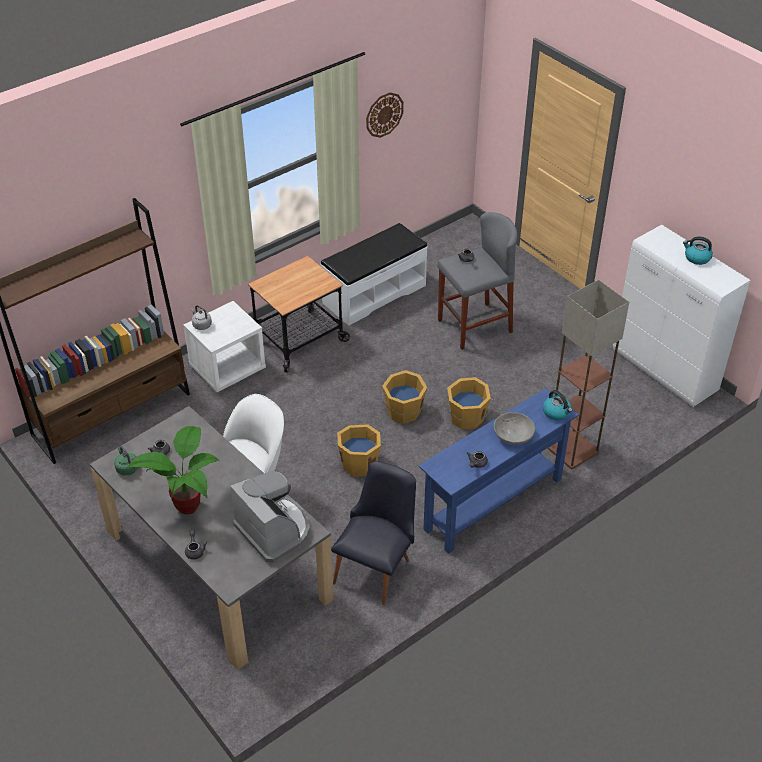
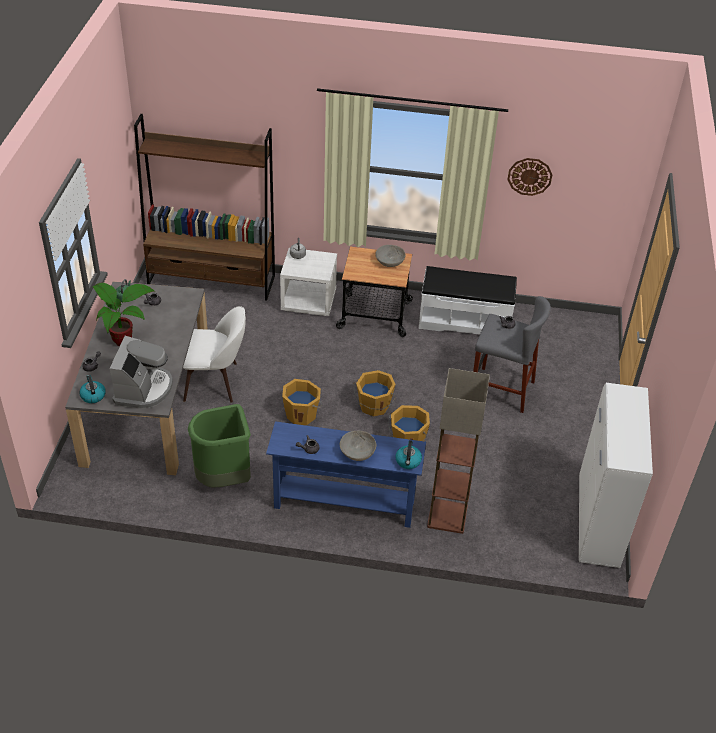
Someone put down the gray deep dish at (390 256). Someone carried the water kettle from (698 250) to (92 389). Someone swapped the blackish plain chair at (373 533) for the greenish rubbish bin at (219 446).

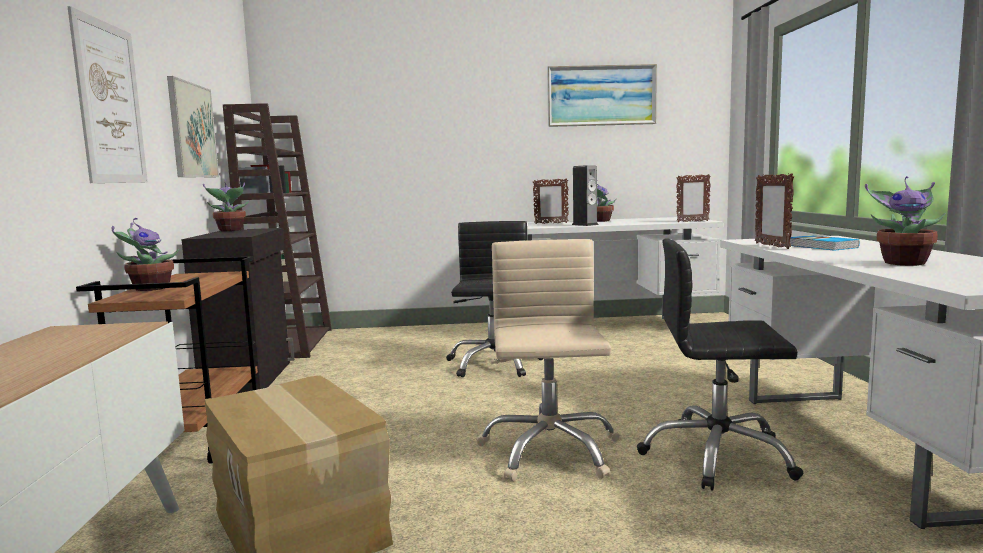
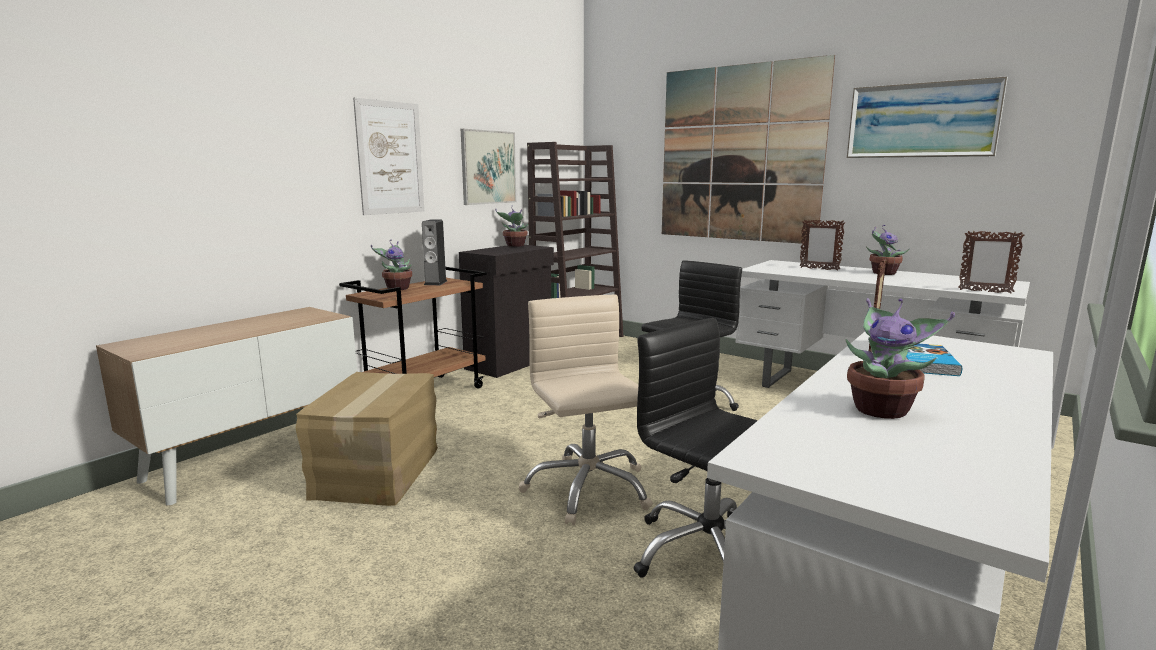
Someone put up the wall art at (748 149). Someone carried the audio speaker from (585 195) to (434 252). Someone rotated the beige-coloured computer chair at (548 360) by 60 degrees counterclockwise.

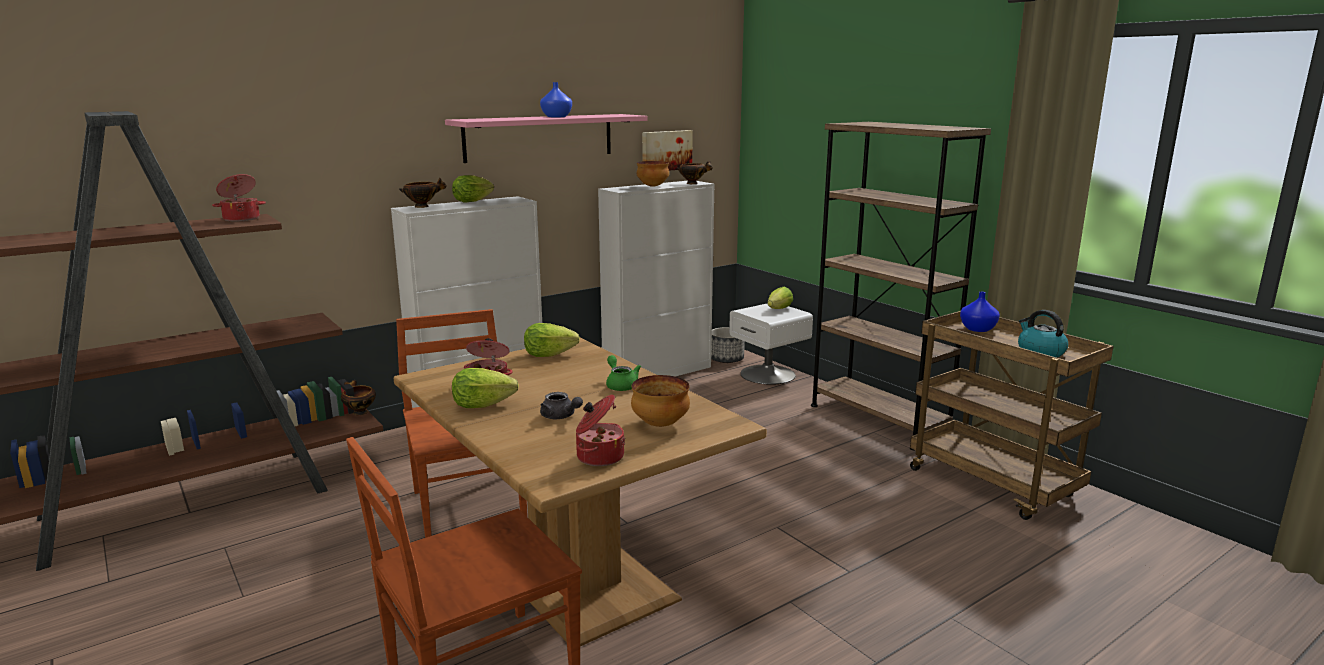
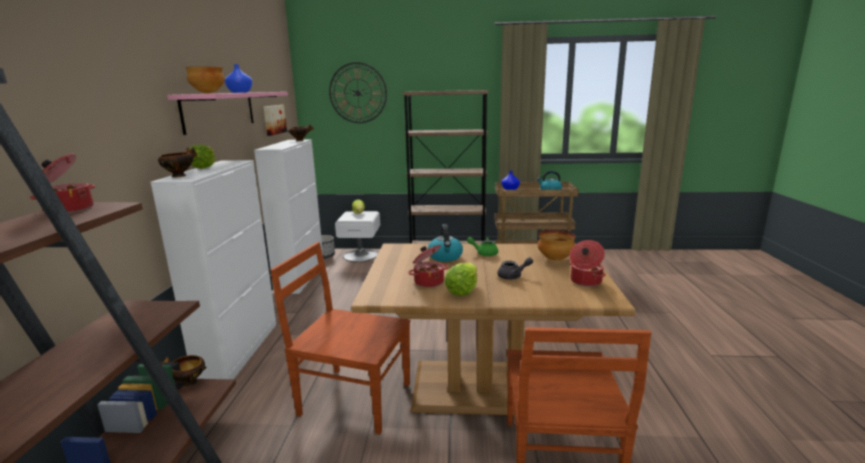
Someone took away the head of lettuce at (552 340). Someone put up the hanging clock at (358 92). Someone put down the water kettle at (445 243). Someone carried the deep dish from (653 174) to (205 80).

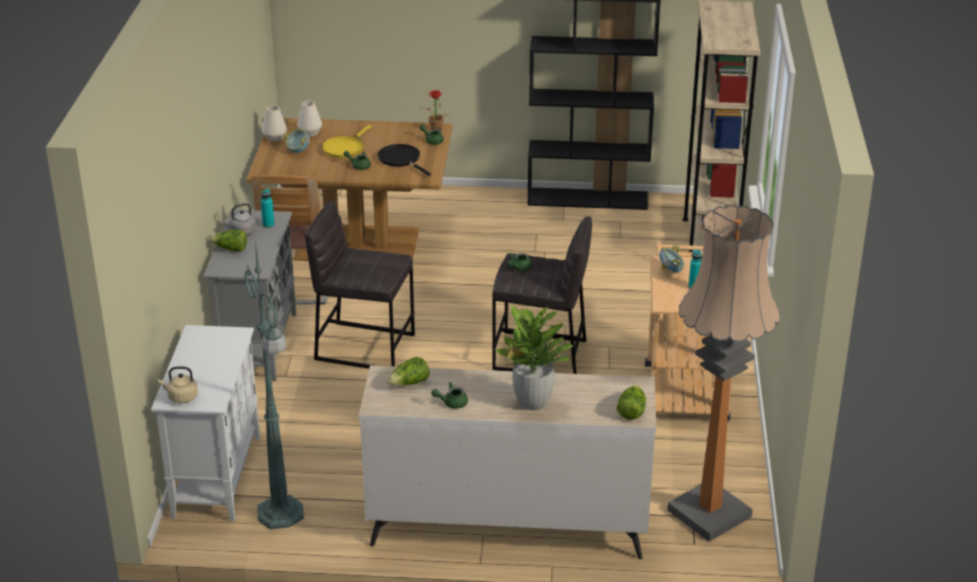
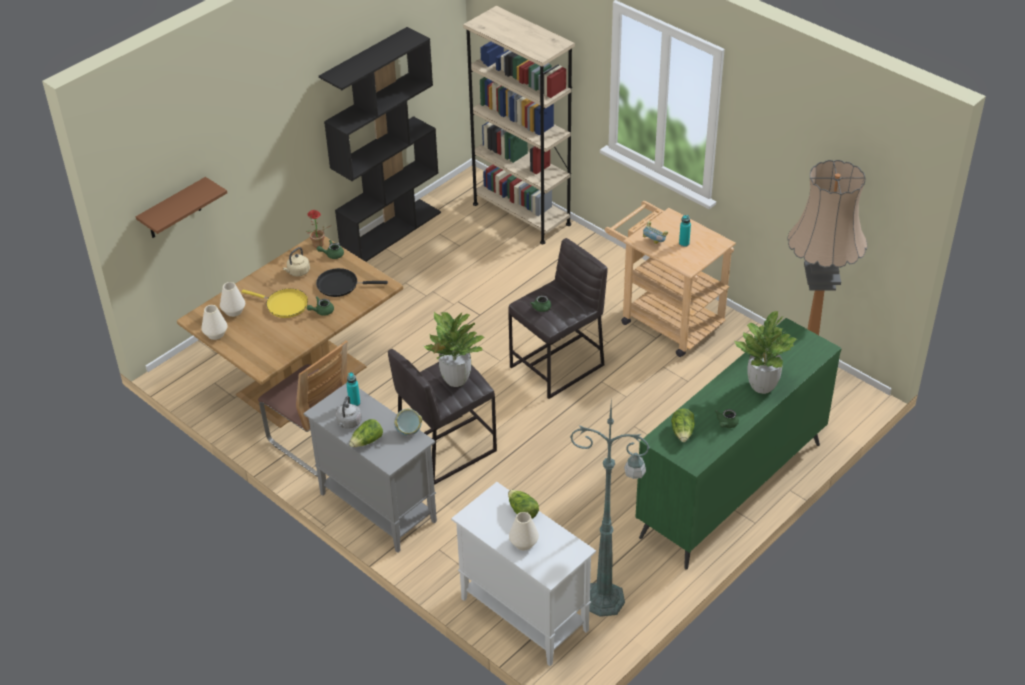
Someone put up the brownish bracket shelf at (181 207). Someone put down the plant in a pot at (454 349). Someone put down the white flower vase at (524 531). Someone carried the beige-coloured water kettle from (178 385) to (296 262). Someone carried the deep dish from (297 141) to (408 422). Someone carried the head of lettuce from (631 402) to (523 504). Someone repainted the beige-coloured dresser at (507 462), which became the greenish dresser at (738 444). Someone rotated the yellow skillet at (347 141) by 45 degrees counterclockwise.

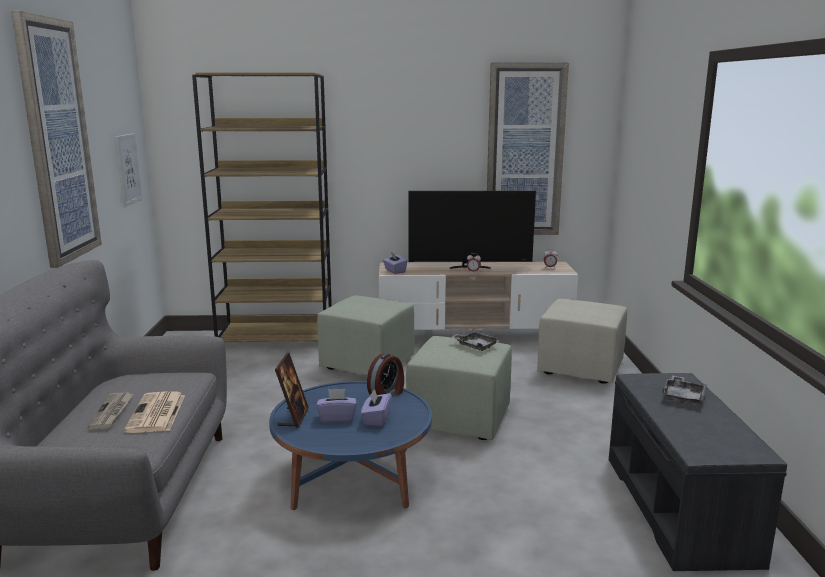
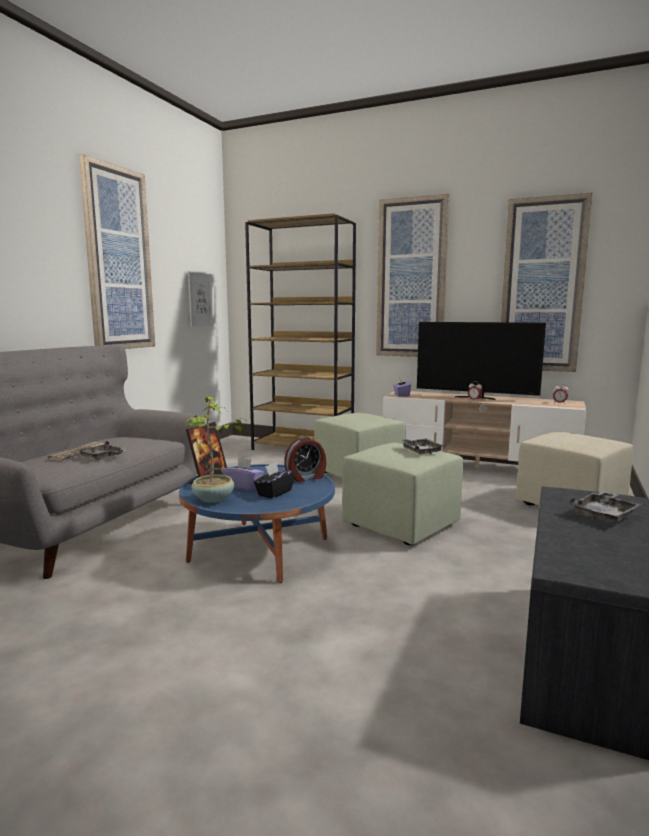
Someone put down the plant in a pot at (213 449). Someone put up the wall art at (413 275). Someone swapped the printed paper at (154 412) for the gray tray at (102 450). Someone repainted the purple tissue holder at (376 407), which became the blackish tissue holder at (274 480).

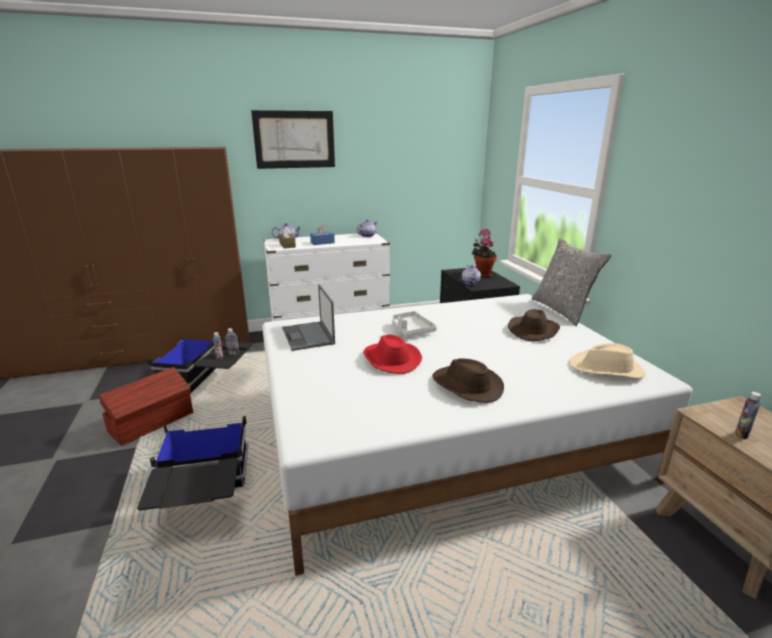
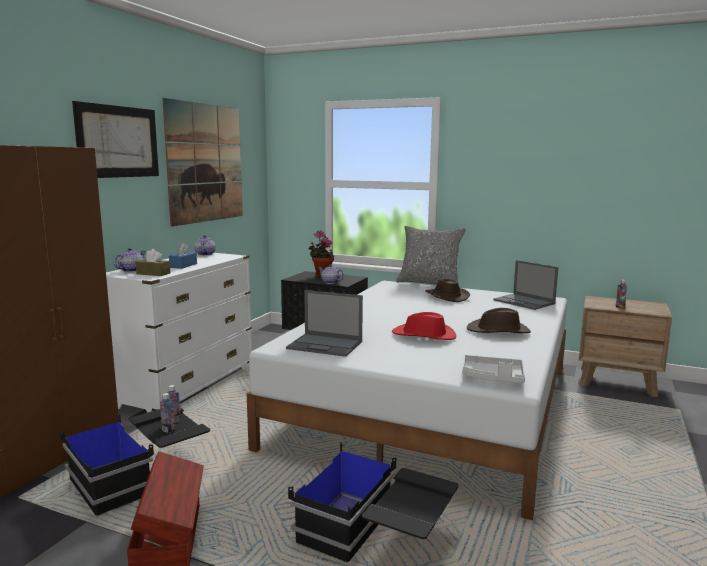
Someone put up the wall art at (202 162). Someone carried the gray tray from (414 324) to (493 369). Someone swapped the beige-coloured clothing hat at (607 361) for the laptop at (525 285).

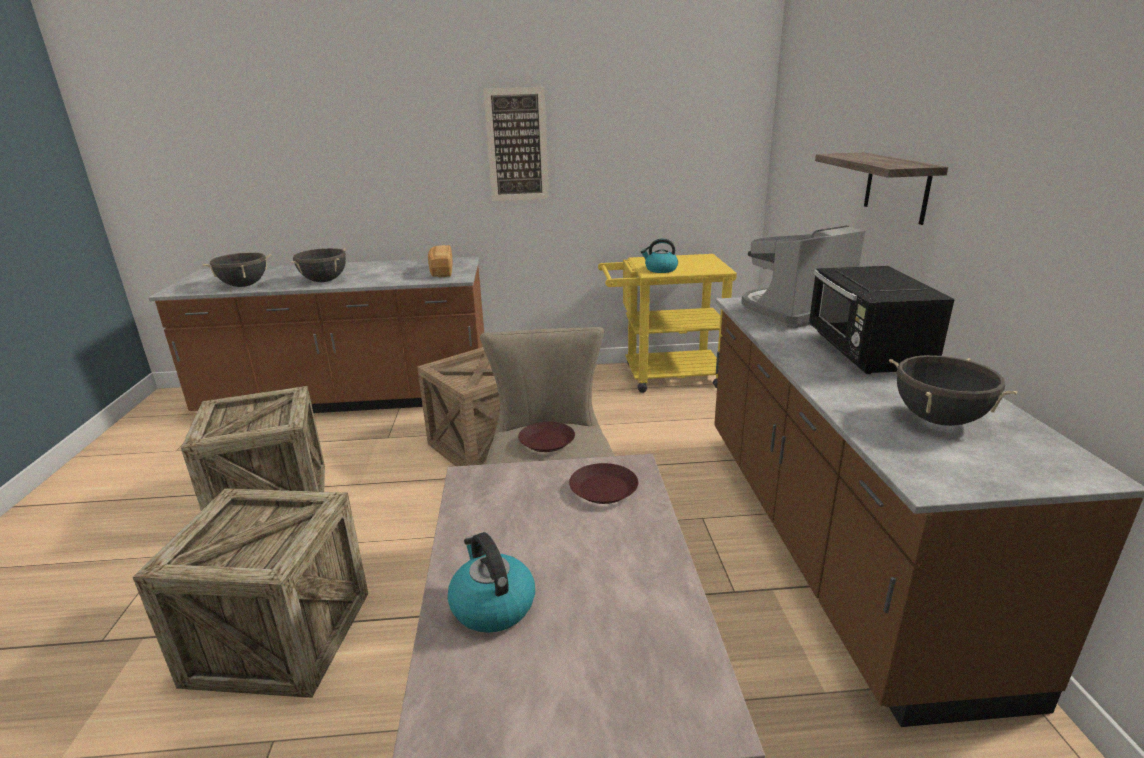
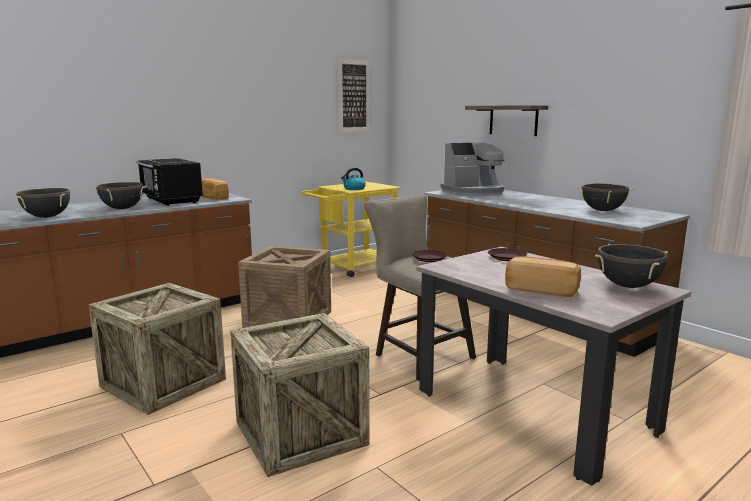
Someone put down the blackish cooking pot at (631 266). Someone carried the wall art from (516 144) to (354 95). Someone carried the blackish kitchen microwave from (881 320) to (170 182). Someone swapped the water kettle at (491 582) for the bakery bread at (543 277). Someone rotated the coffee maker at (803 276) by 135 degrees counterclockwise.

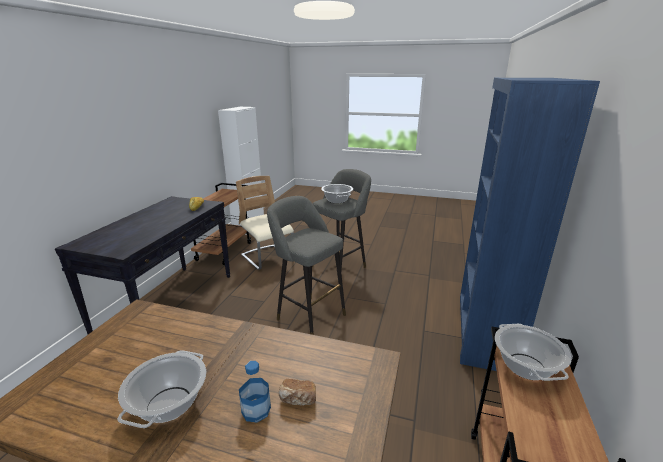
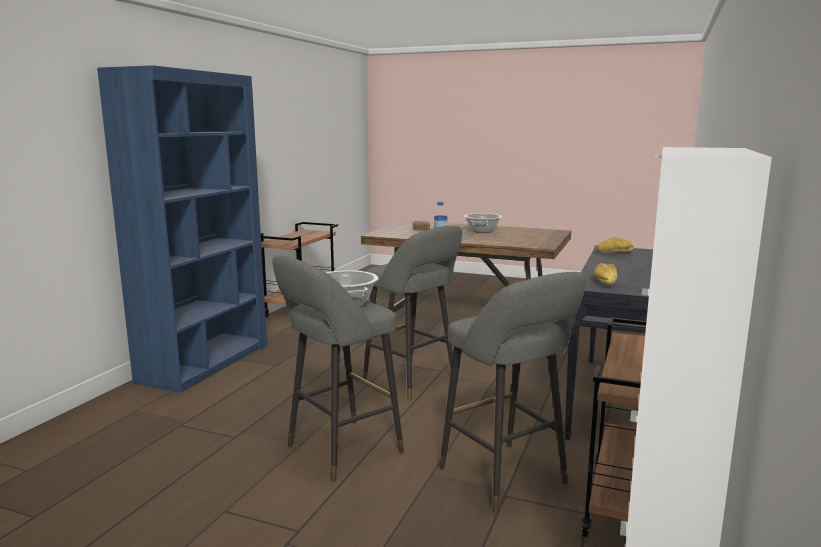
Someone took away the cooking pot at (533 352). Someone put down the bakery bread at (615 245). Someone swapped the beige-coloured plain chair at (265 223) for the gray sitting stool at (512 392).

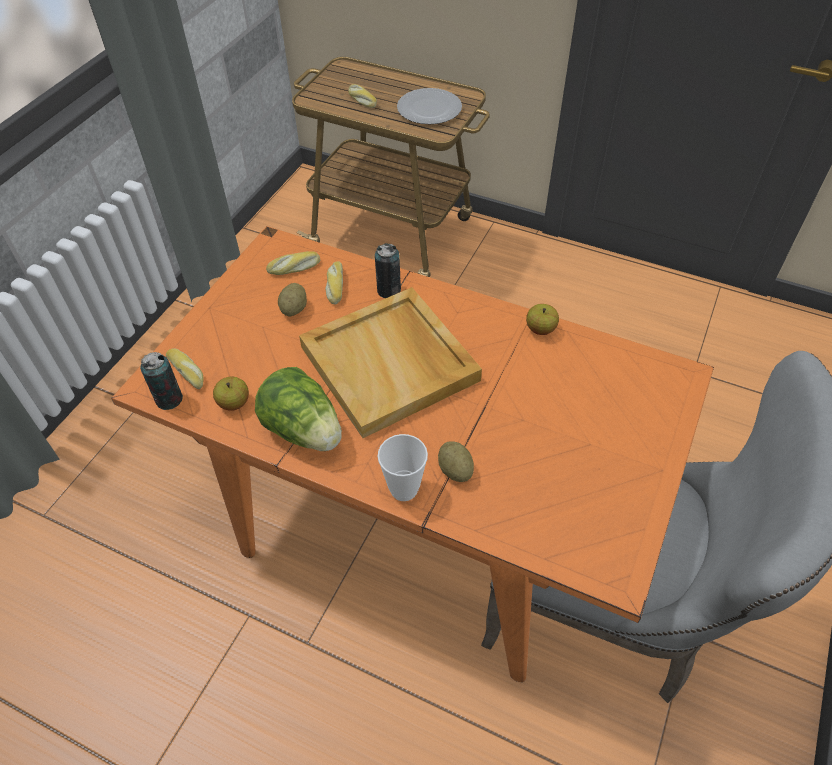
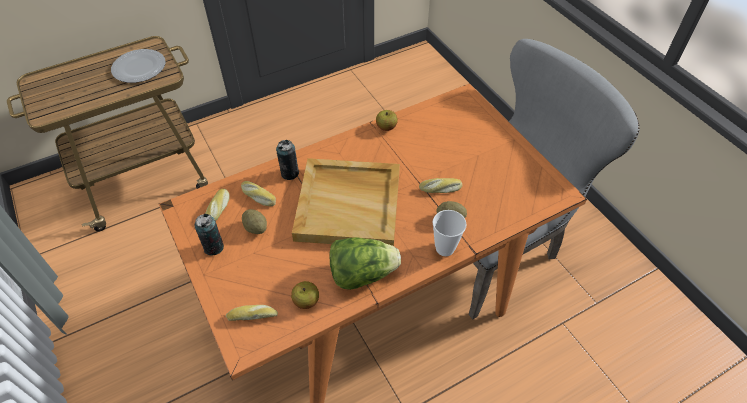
Someone carried the metal can from (161 381) to (209 235). Someone carried the bakery bread from (362 96) to (440 185).

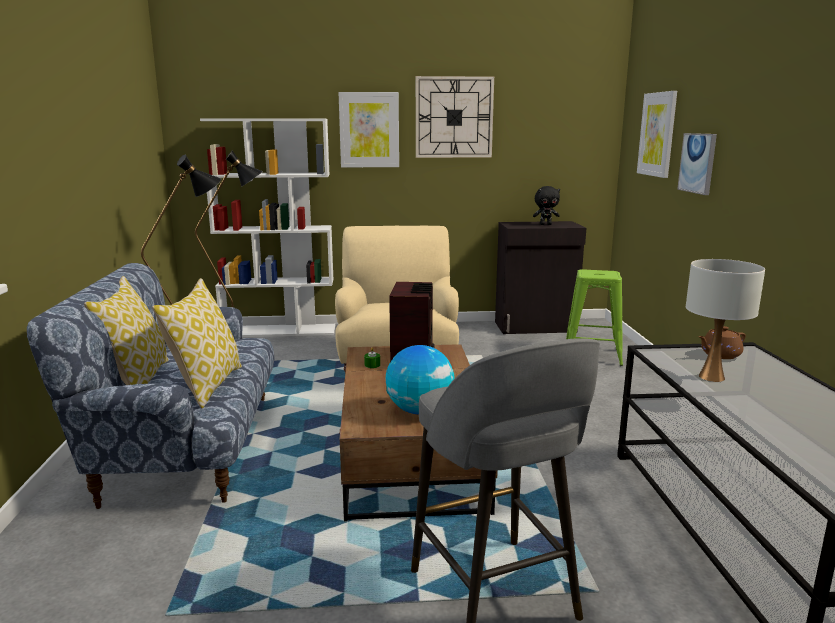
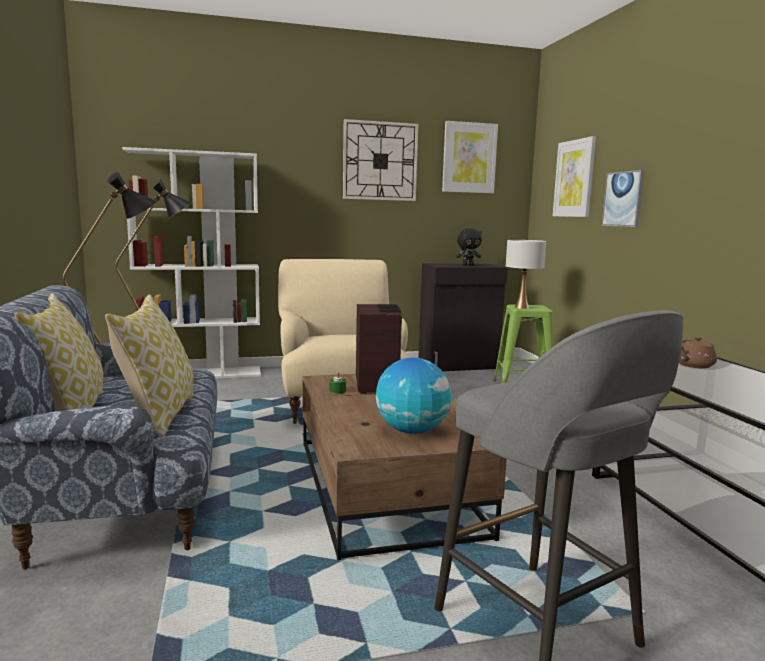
Someone carried the wall art from (368 129) to (470 157). Someone carried the white tabletop lamp from (725 320) to (526 274).

